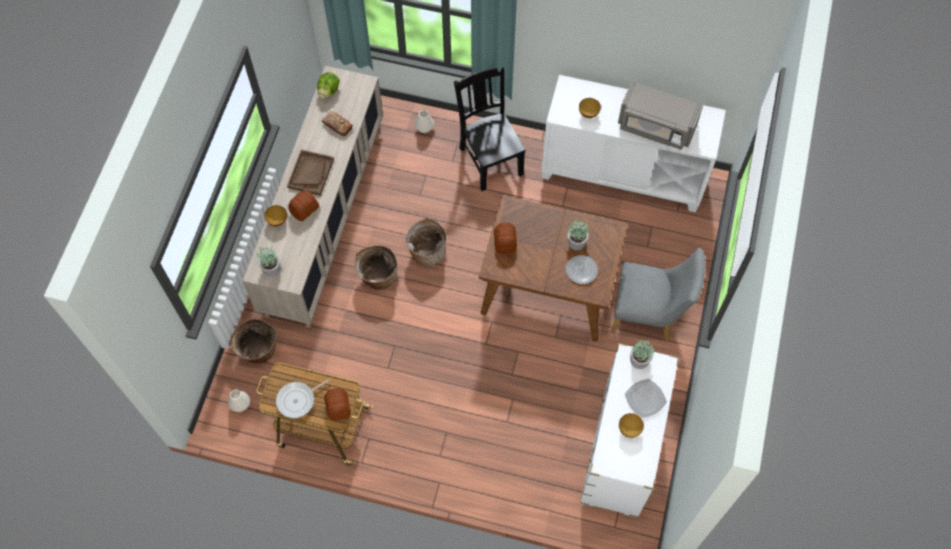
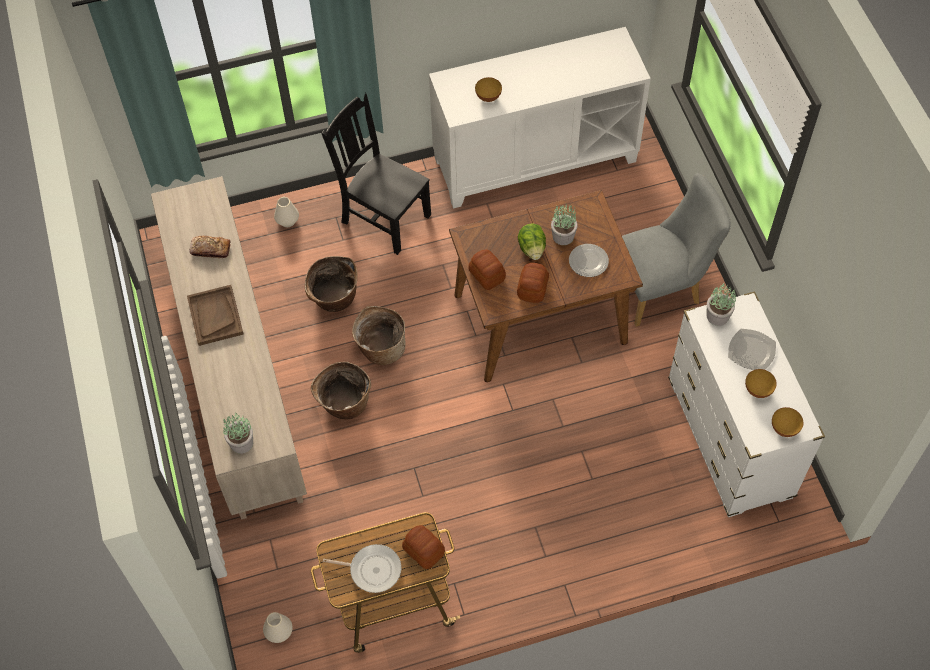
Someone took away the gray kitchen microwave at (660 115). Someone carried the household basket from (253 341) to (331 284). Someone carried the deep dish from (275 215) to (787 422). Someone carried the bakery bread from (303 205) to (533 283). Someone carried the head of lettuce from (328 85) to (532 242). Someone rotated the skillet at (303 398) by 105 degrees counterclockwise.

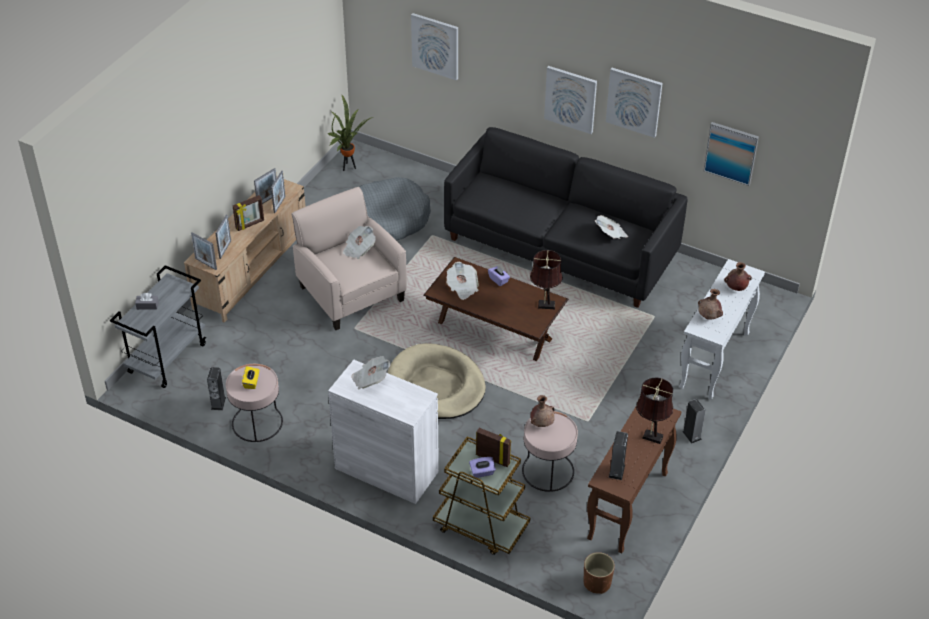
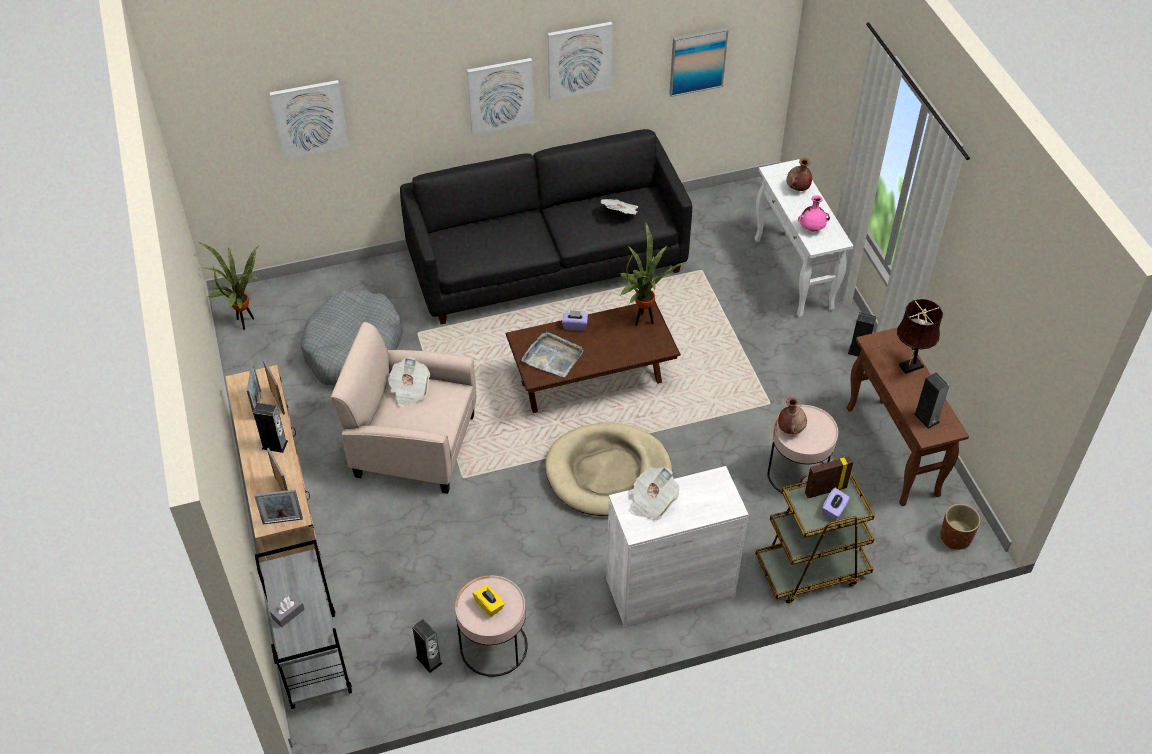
Someone swapped the photo frame at (248 213) for the audio speaker at (270 428). Someone swapped the printed paper at (463 281) for the gray tray at (552 354). Someone swapped the brownish tabletop lamp at (546 279) for the plant in a pot at (653 274). Someone repainted the brownish flower vase at (710 304), which became the pinkish flower vase at (814 213).

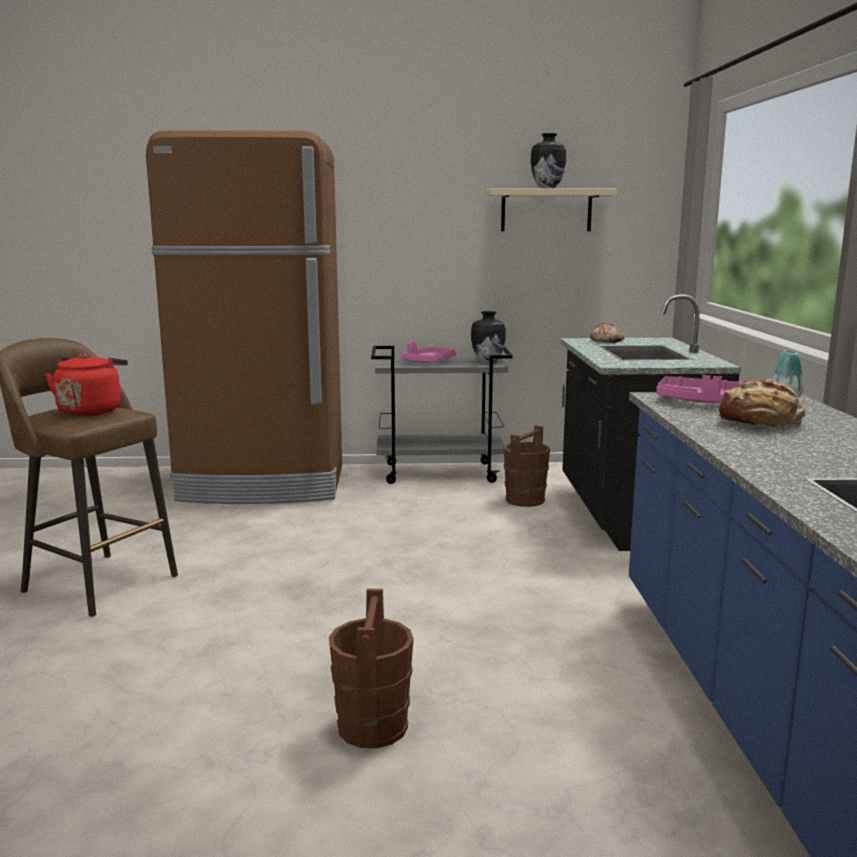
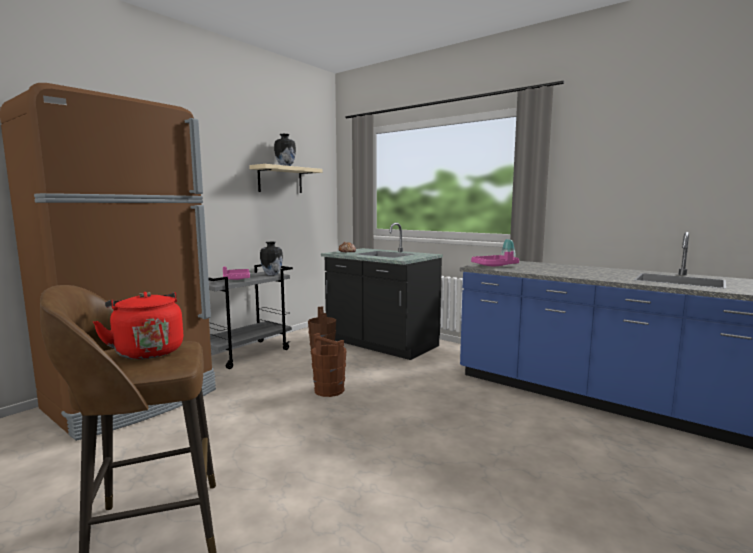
Someone took away the bakery bread at (760 403). Someone carried the brownish bucket from (371 668) to (328 365).

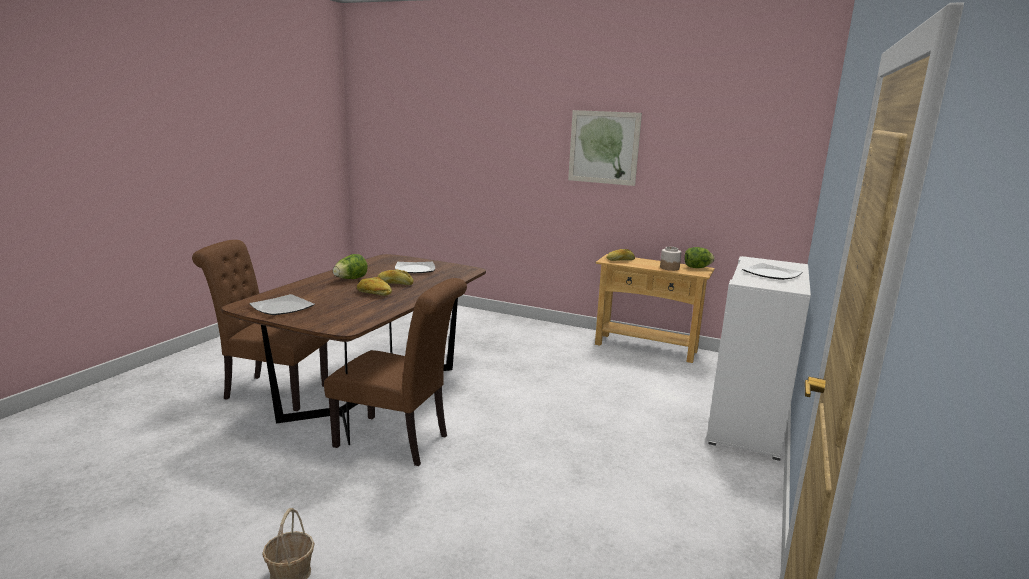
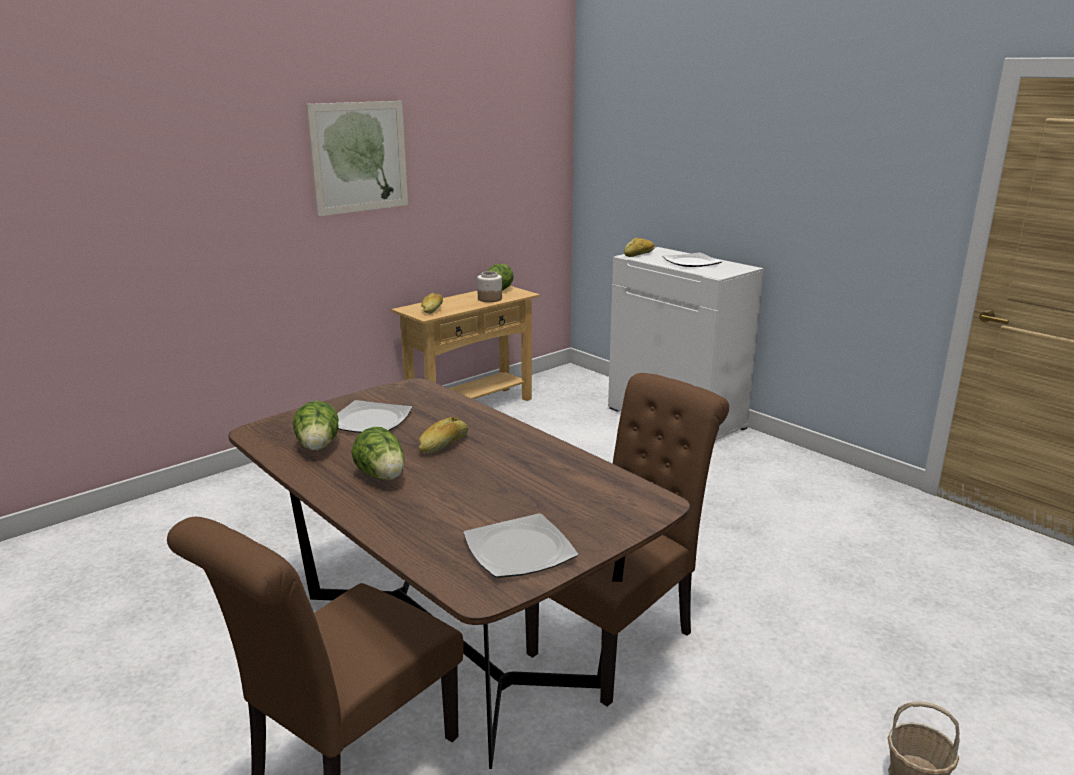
Someone put down the head of lettuce at (316 426). Someone carried the bakery bread from (374 286) to (639 247).

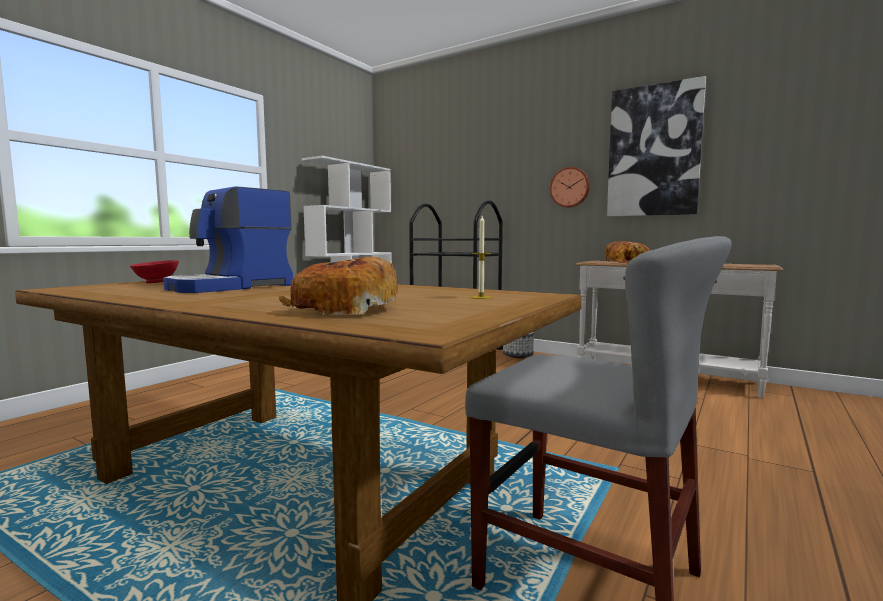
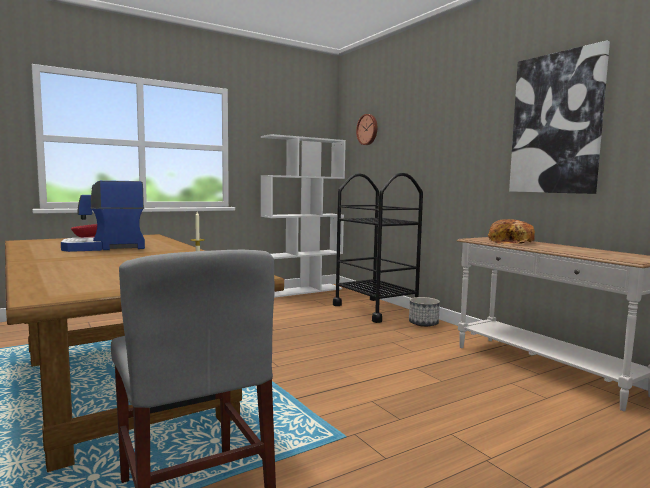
Someone took away the bakery bread at (338 285). Someone carried the hanging clock from (570 187) to (366 129).

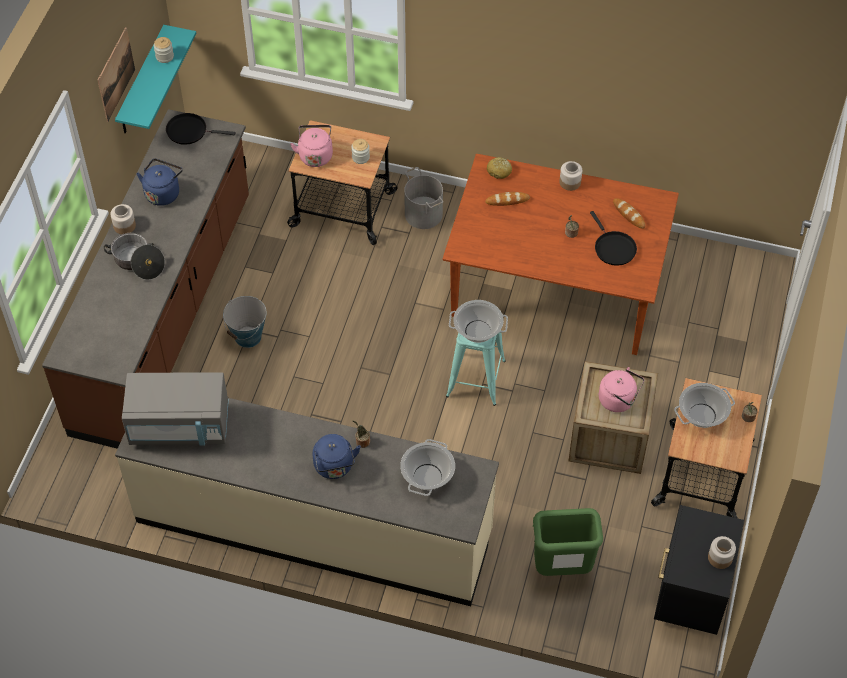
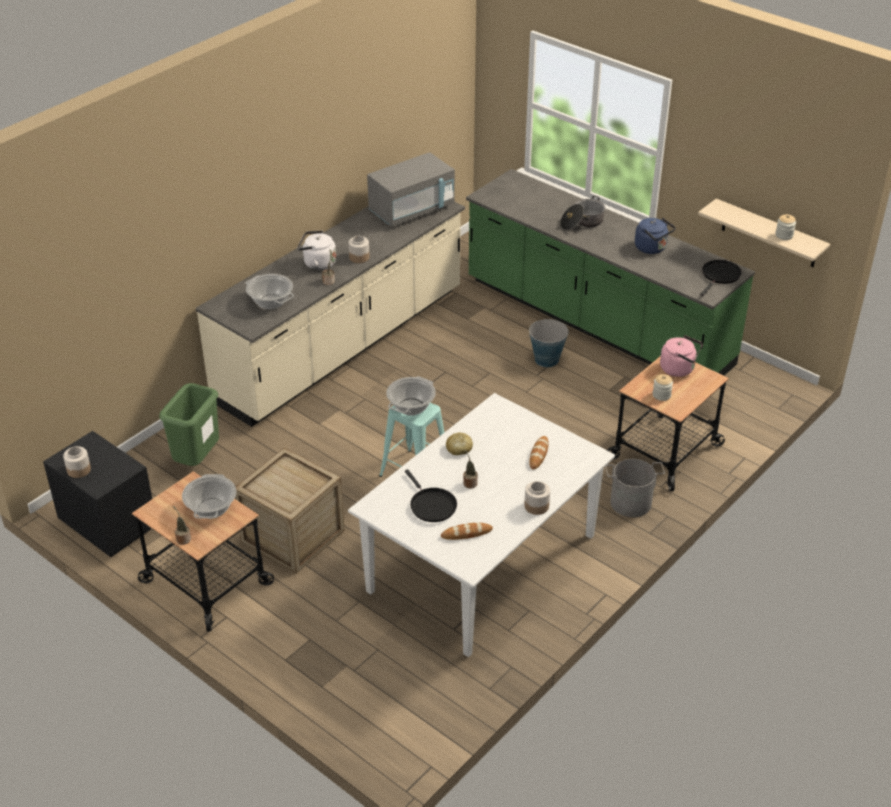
Someone took away the wall art at (116 74). Someone took away the pinkish water kettle at (621 389). Someone carried the storage jar from (123 219) to (359 249). Someone carried the bakery bread from (499 168) to (459 444). Someone repainted the brownish counter at (145 279), which became the greenish counter at (610 272). Someone repainted the turquoise-coloured bracket shelf at (156 79), which became the beige-coloured bracket shelf at (764 233). Someone repainted the bluish water kettle at (336 456), which became the white water kettle at (316 250). Someone repainted the brownish dining table at (561 254), which became the white dining table at (481 525). Someone rotated the gray kitchen microwave at (175 409) by 150 degrees counterclockwise. Someone rotated the blackish skillet at (613 238) by 120 degrees counterclockwise.

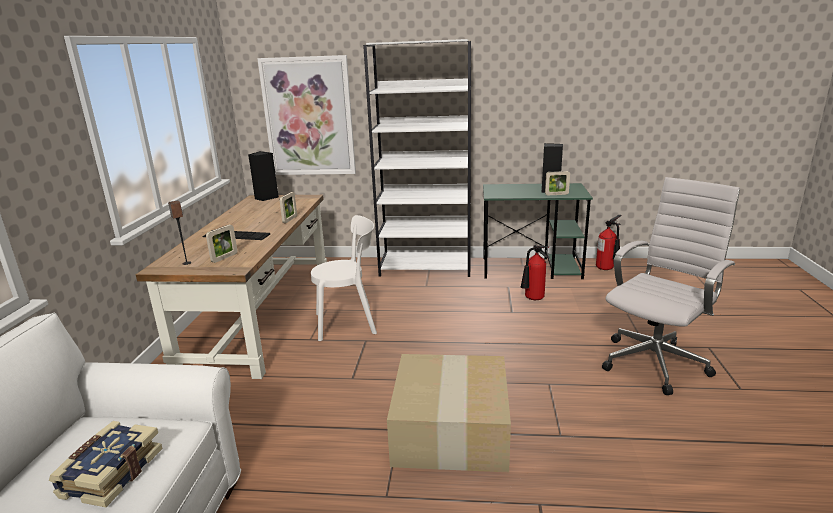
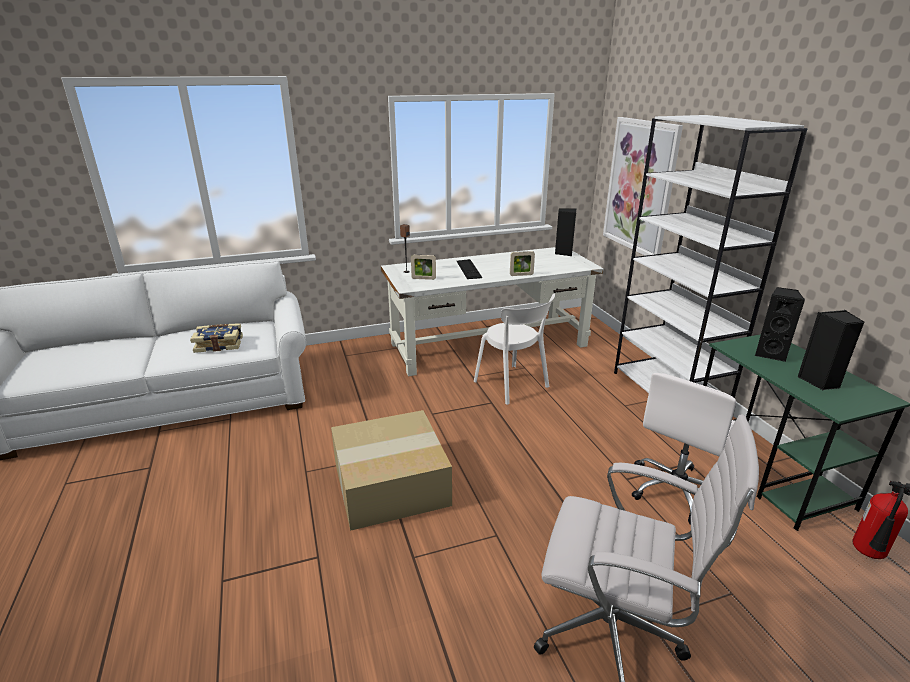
Someone took away the photo frame at (557 183). Someone put down the blackish audio speaker at (780 324). Someone swapped the extinguisher at (534 272) for the white computer chair at (684 449). Someone repainted the brownish desk unit at (231 287), which became the white desk unit at (492 311).

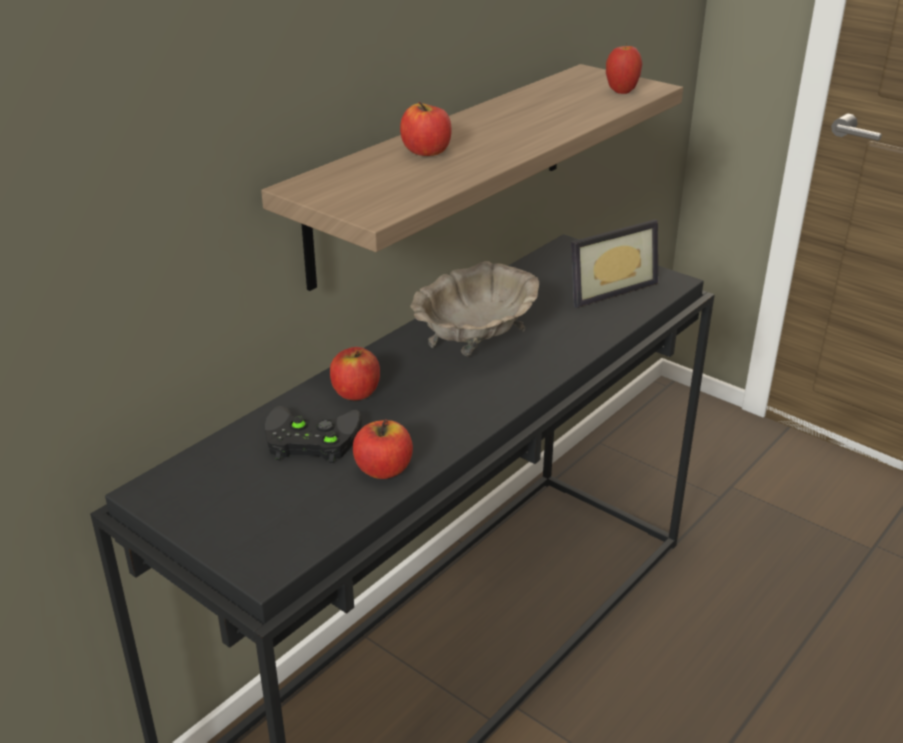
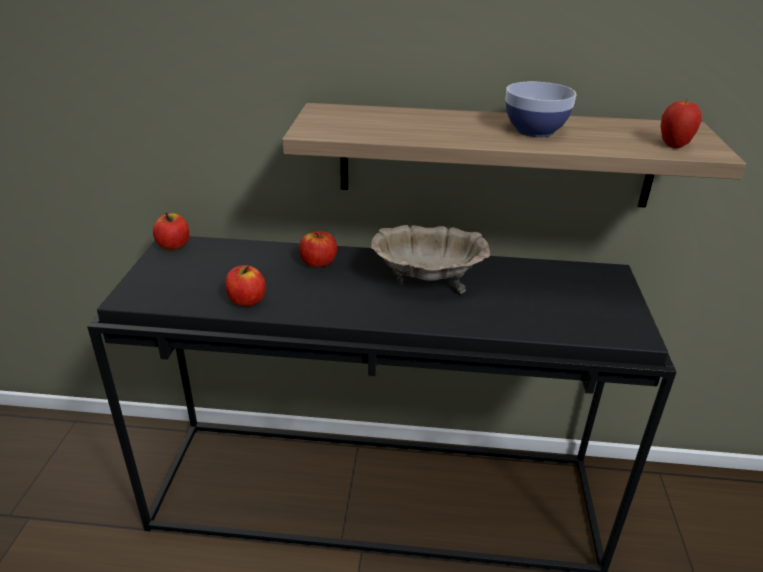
Someone took away the blackish game controller at (313 434). Someone took away the photo frame at (614 263). Someone put down the deep dish at (541 109). Someone carried the apple fruit from (426 129) to (171 231).

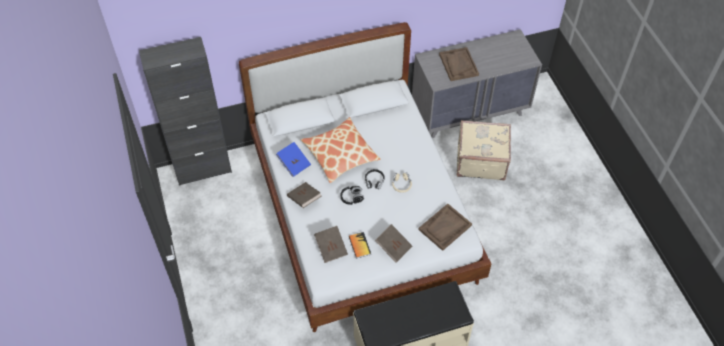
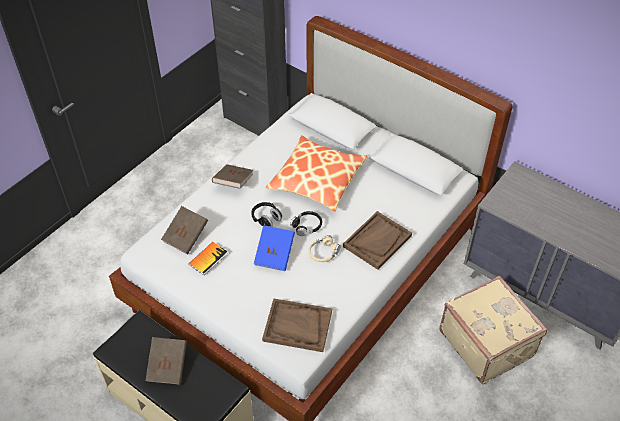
Someone carried the bluish bound book from (293 159) to (274 248). Someone carried the brownish bound book from (393 243) to (166 361). Someone carried the brownish tray from (459 64) to (377 240).

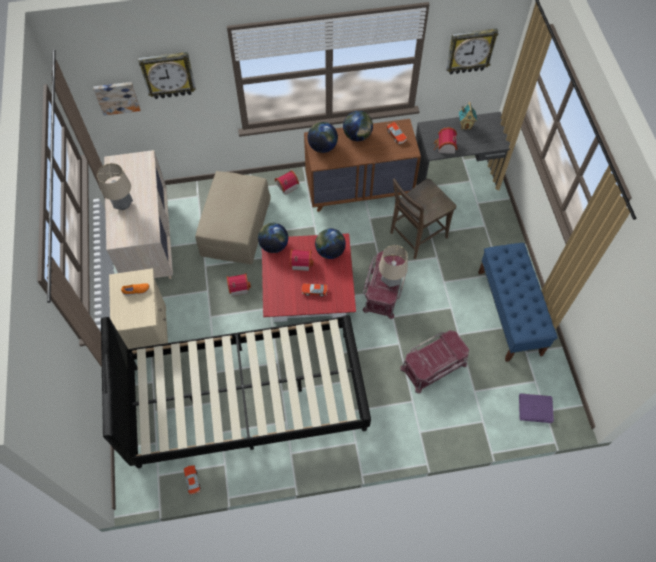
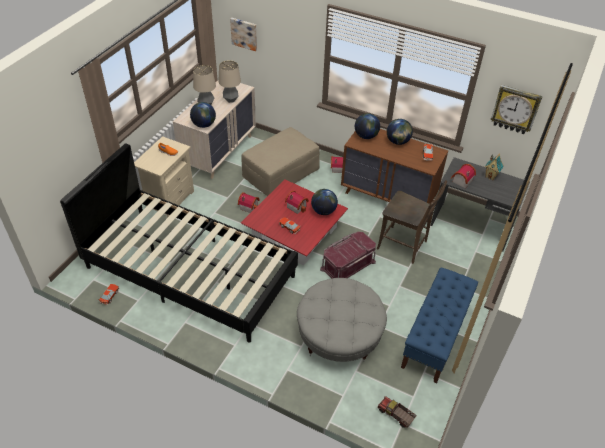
Someone took away the hanging clock at (167 75). Someone carried the globe from (273 238) to (203 115). Someone carried the tabletop lamp from (393 266) to (229 81). Someone swapped the red storage container at (434 362) for the gray ottoman at (342 320). Someone swapped the purple bound book at (536 408) for the toy lorry at (397 412). Someone rotated the brownish plain chair at (423 218) by 150 degrees counterclockwise.

